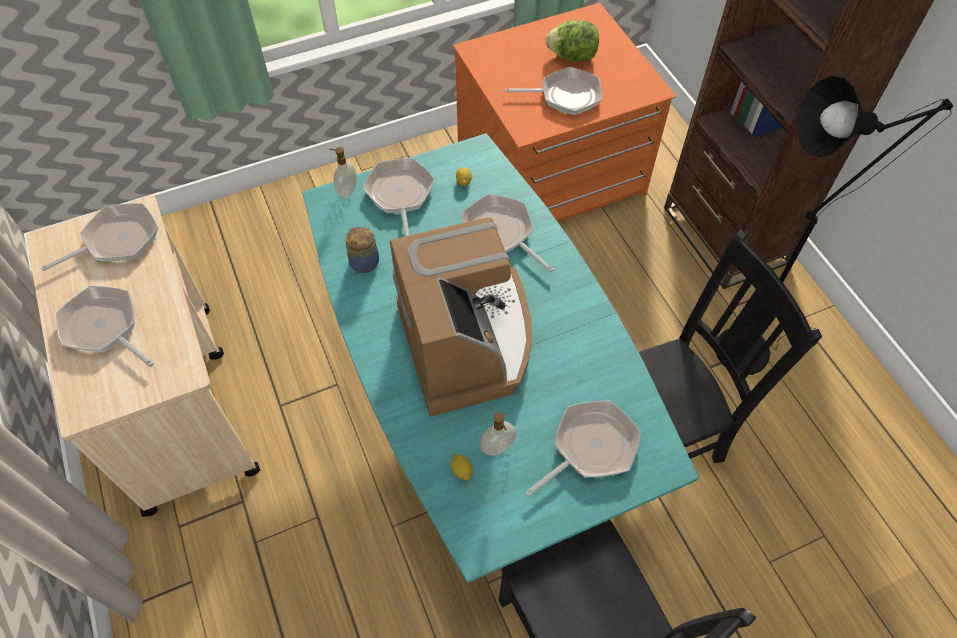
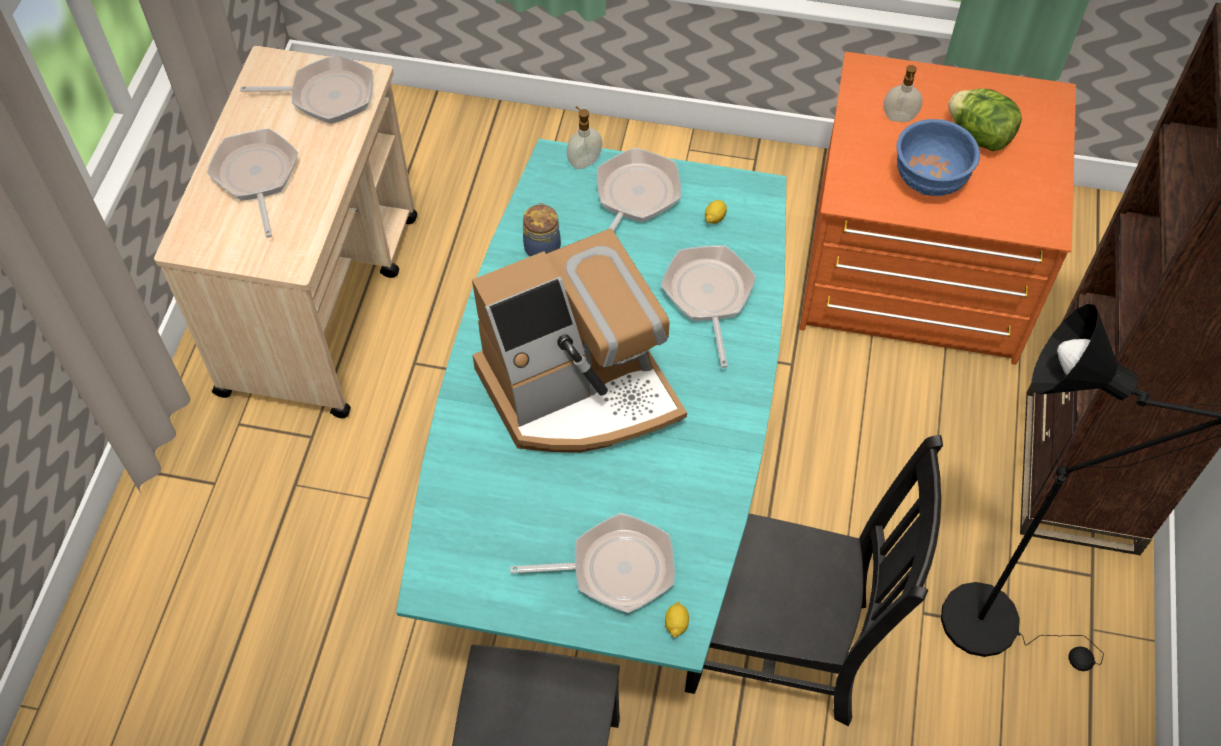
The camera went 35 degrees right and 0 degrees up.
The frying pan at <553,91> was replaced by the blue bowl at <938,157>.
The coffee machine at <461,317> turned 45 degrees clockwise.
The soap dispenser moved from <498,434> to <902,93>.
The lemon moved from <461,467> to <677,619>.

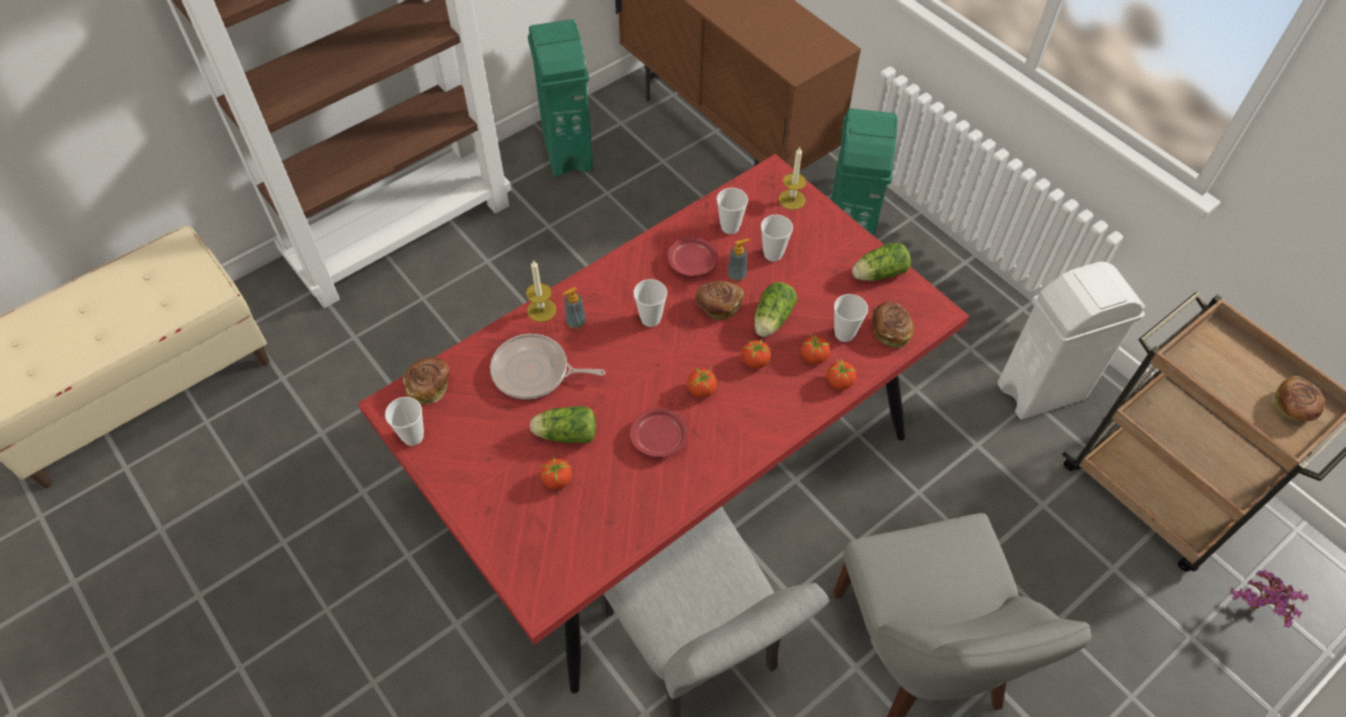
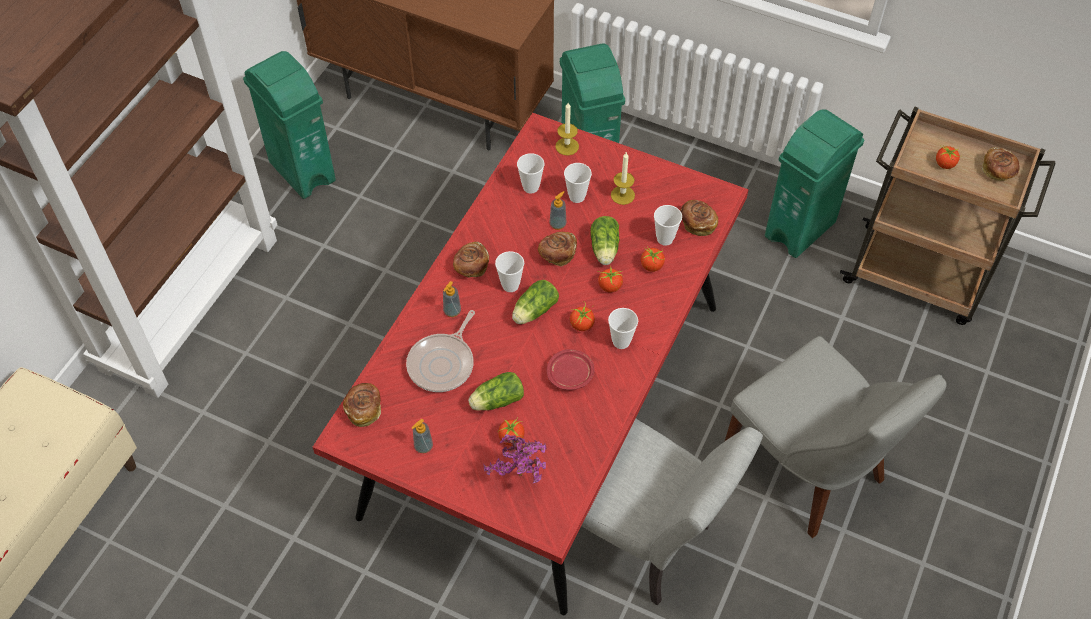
The camera went 25 degrees left and 0 degrees up.
The red plate at <693,256> disappeared.
The lettuce moved from <881,262> to <535,302>.
The candle moved from <541,291> to <623,178>.
The white trash can at <1071,341> became the green trash can at <814,184>.
The frying pan at <547,366> turned 45 degrees counterclockwise.
The tomato moved from <842,374> to <948,157>.
The cup moved from <404,421> to <623,328>.
The potted plant moved from <1269,598> to <515,458>.
The bread at <471,260> appeared.
The soap dispenser at <422,436> appeared.

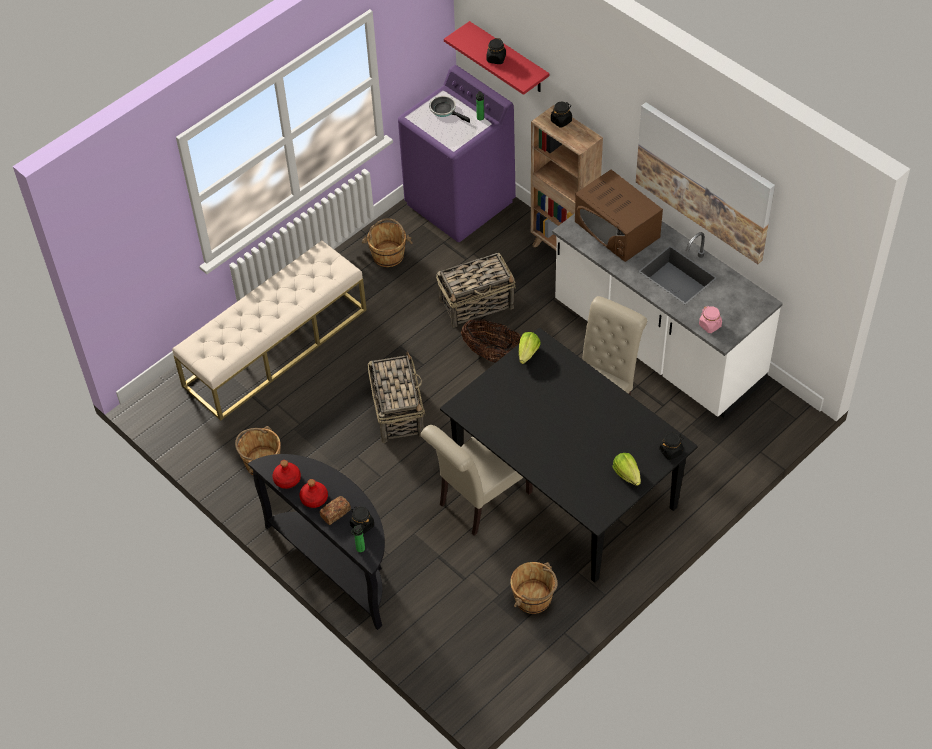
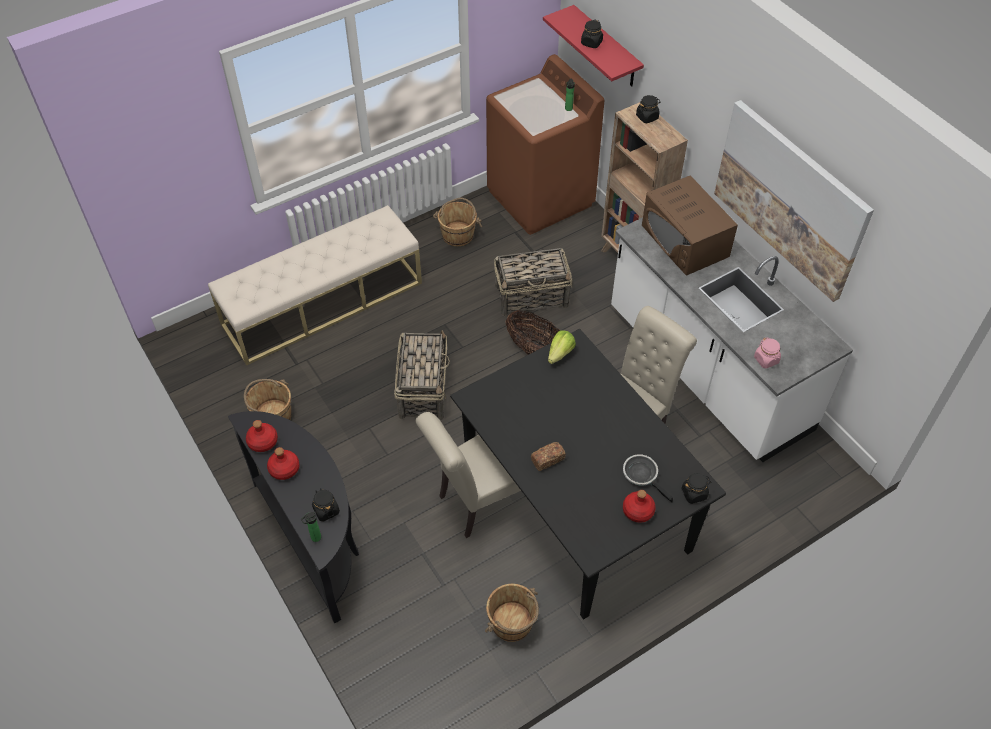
The camera went 10 degrees right and 0 degrees up.
The purple washing machine at <457,153> became the brown washing machine at <545,144>.
The frying pan moved from <449,109> to <648,478>.
The lettuce at <626,469> was replaced by the red bottle at <639,506>.
The bread moved from <335,510> to <548,456>.

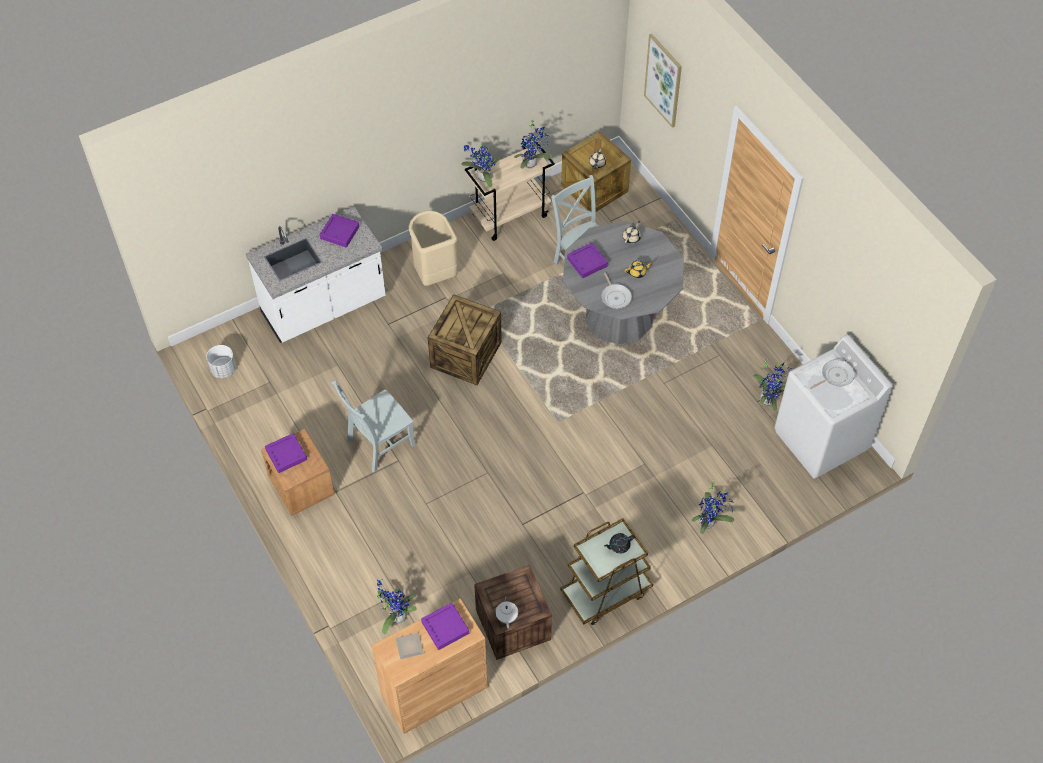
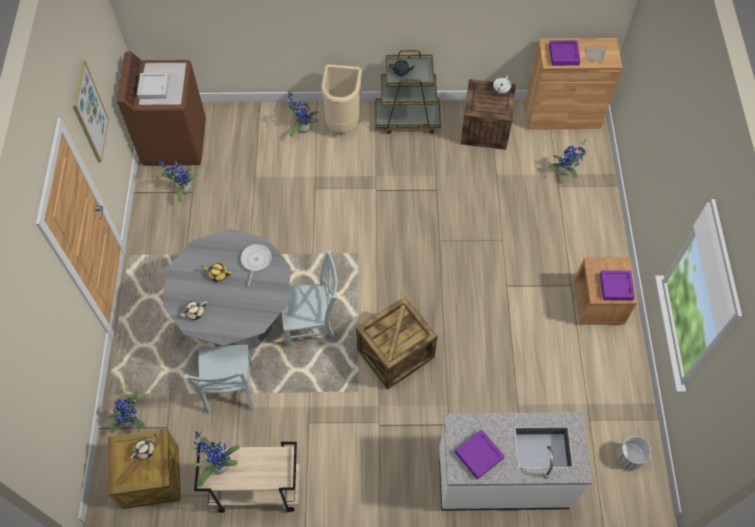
The camera went 150 degrees left and 5 degrees up.
The picture moved from <663,81> to <91,111>.
The potted plant moved from <479,166> to <127,410>.
The beige trash can moved from <433,248> to <341,98>.
The purple tray at <587,260> disappeared.
The white washing machine at <833,407> became the brown washing machine at <161,109>.
The frying pan at <832,374> was replaced by the grey tray at <153,86>.
The grey chair moved from <373,426> to <309,299>.

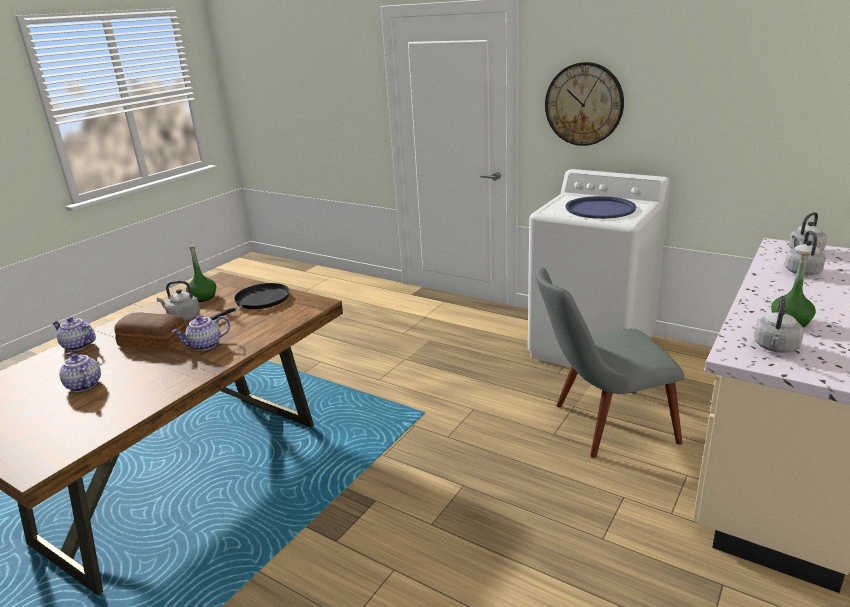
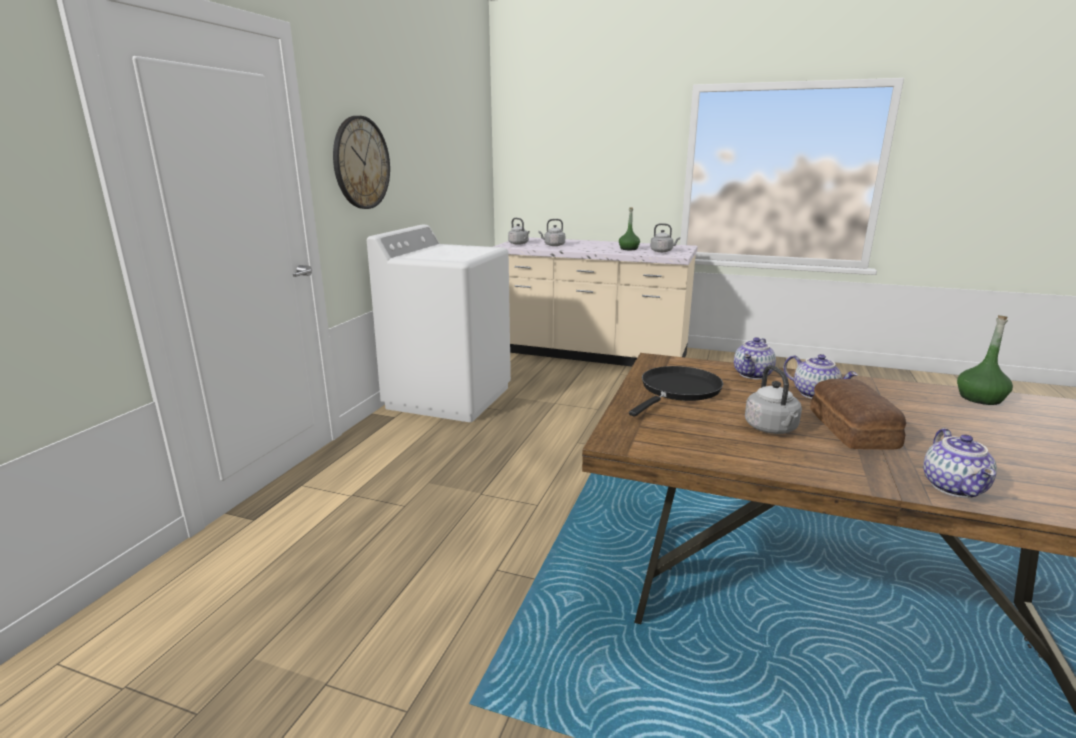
The camera went 105 degrees left and 5 degrees down.
The blue tray at <601,207> disappeared.
The green bottle moved from <201,273> to <985,360>.
The grey chair at <610,362> disappeared.
The black frying pan at <249,301> turned 105 degrees clockwise.
The teapot moved from <80,372> to <755,358>.

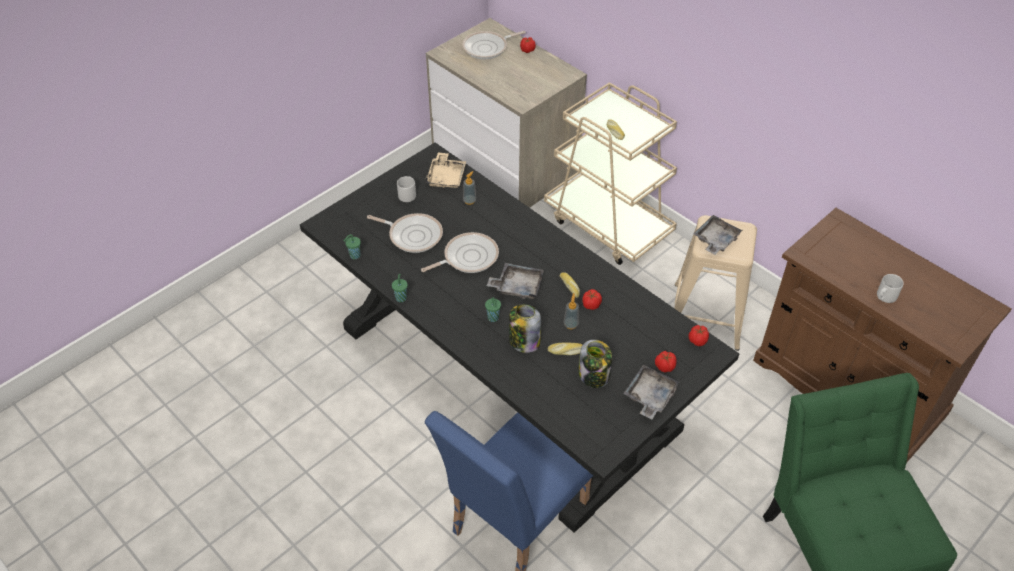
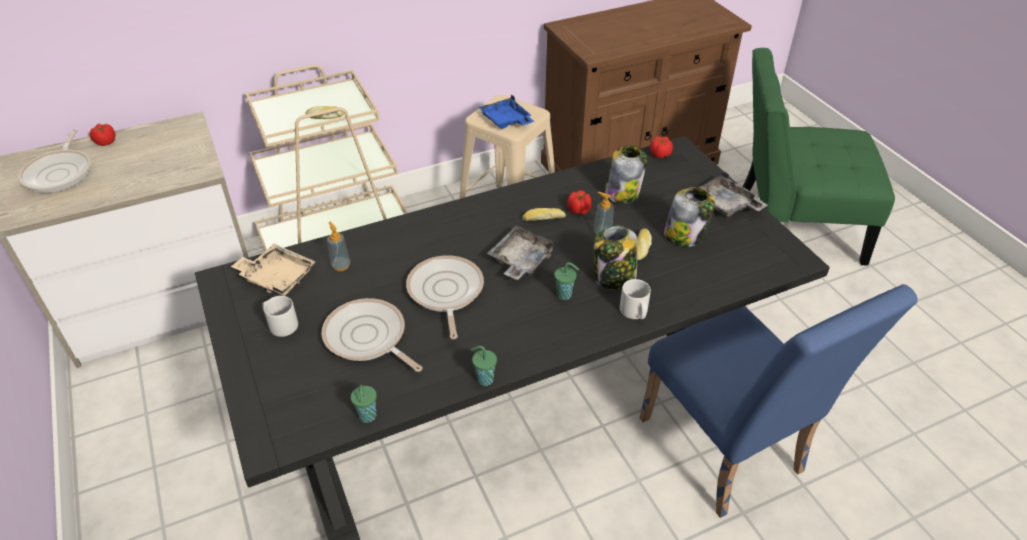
The camera went 70 degrees left and 5 degrees down.
The frying pan at <405,233> turned 90 degrees counterclockwise.
The grey tray at <718,235> became the blue tray at <506,112>.
The grey mug moved from <890,288> to <635,299>.
The tomato at <666,361> disappeared.
The jar at <626,174> appeared.

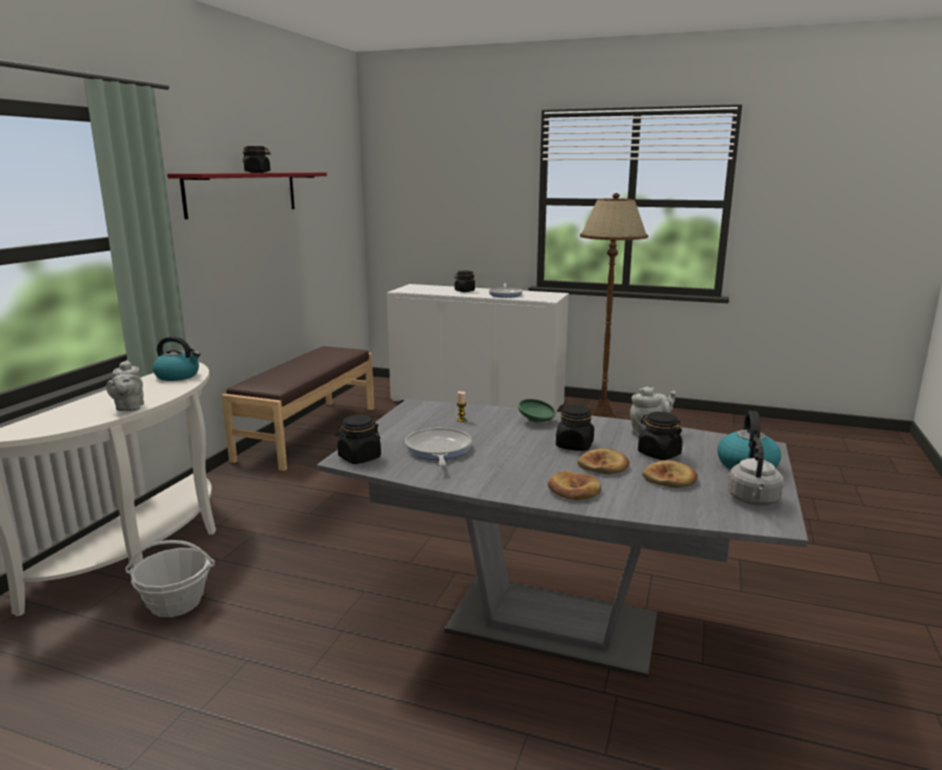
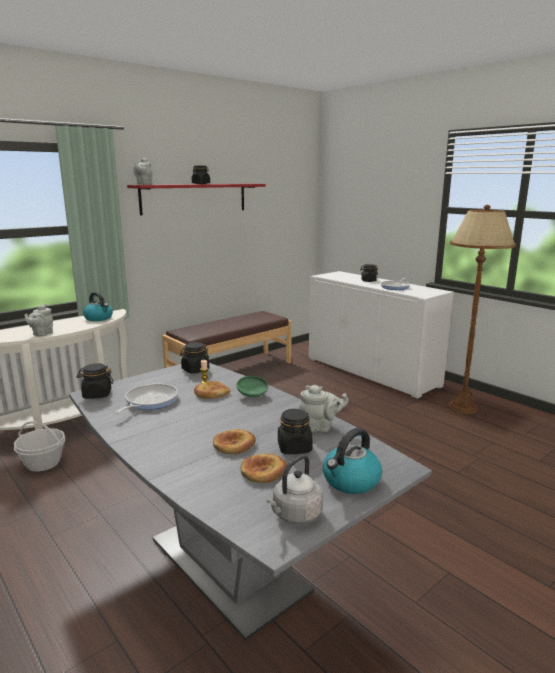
The camera went 30 degrees right and 0 degrees up.
The black jar moved from <575,427> to <194,358>.
The bread moved from <574,485> to <212,390>.
The grey teapot at <142,171> appeared.

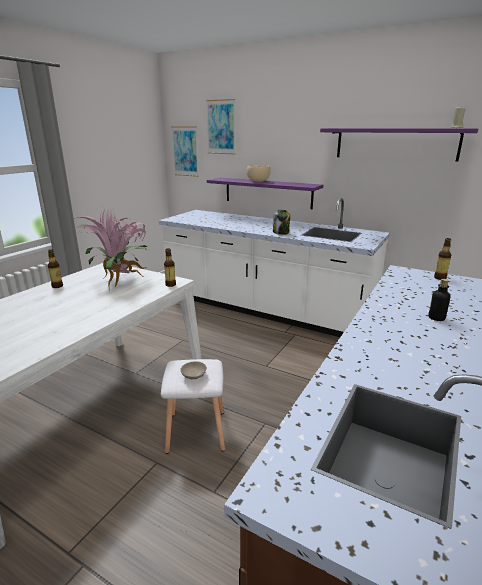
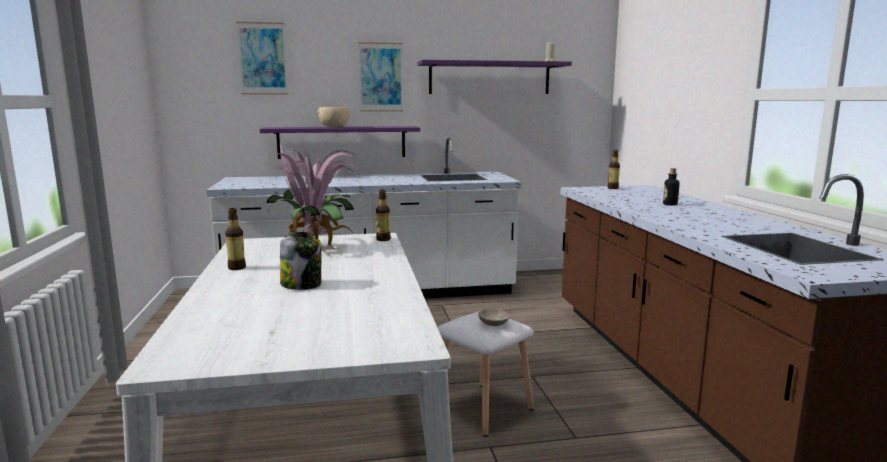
The camera went 40 degrees left and 10 degrees down.
The picture moved from <185,152> to <380,77>.
The jar moved from <281,222> to <300,261>.

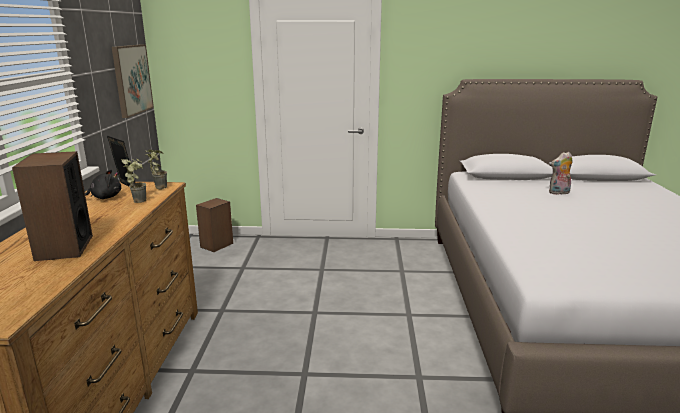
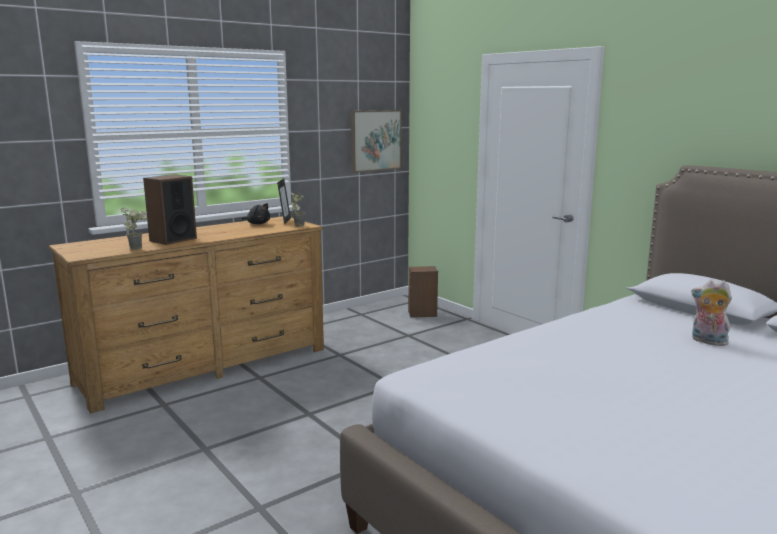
The camera went 50 degrees right and 5 degrees down.
The potted plant moved from <133,181> to <134,229>.

